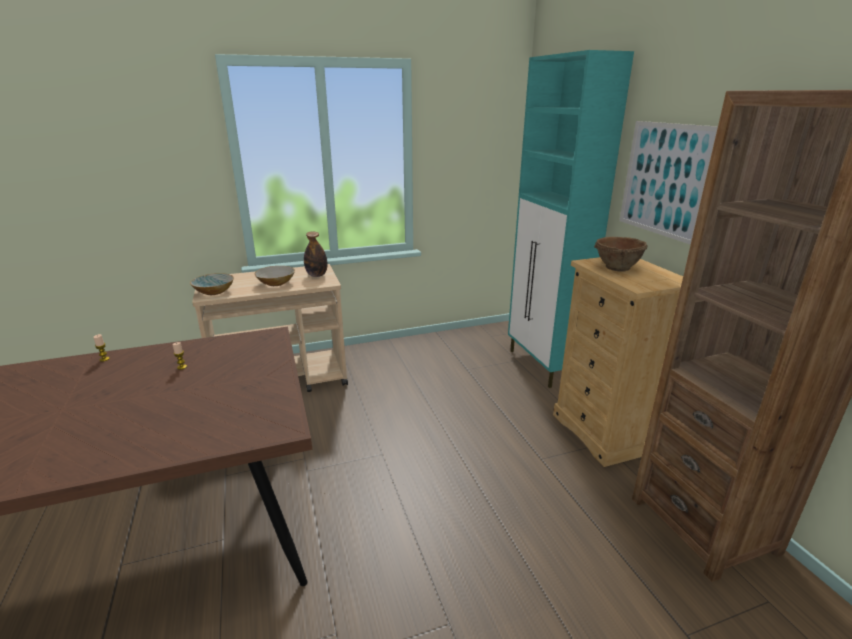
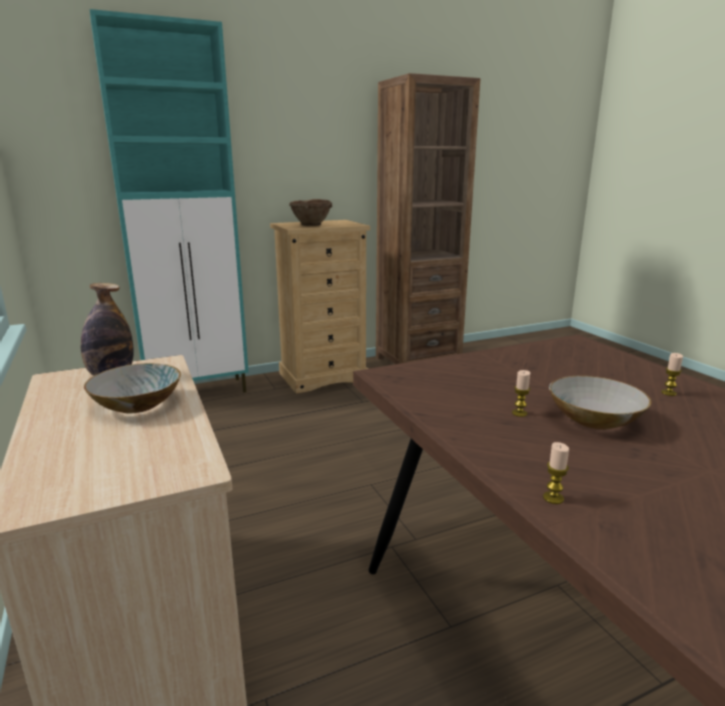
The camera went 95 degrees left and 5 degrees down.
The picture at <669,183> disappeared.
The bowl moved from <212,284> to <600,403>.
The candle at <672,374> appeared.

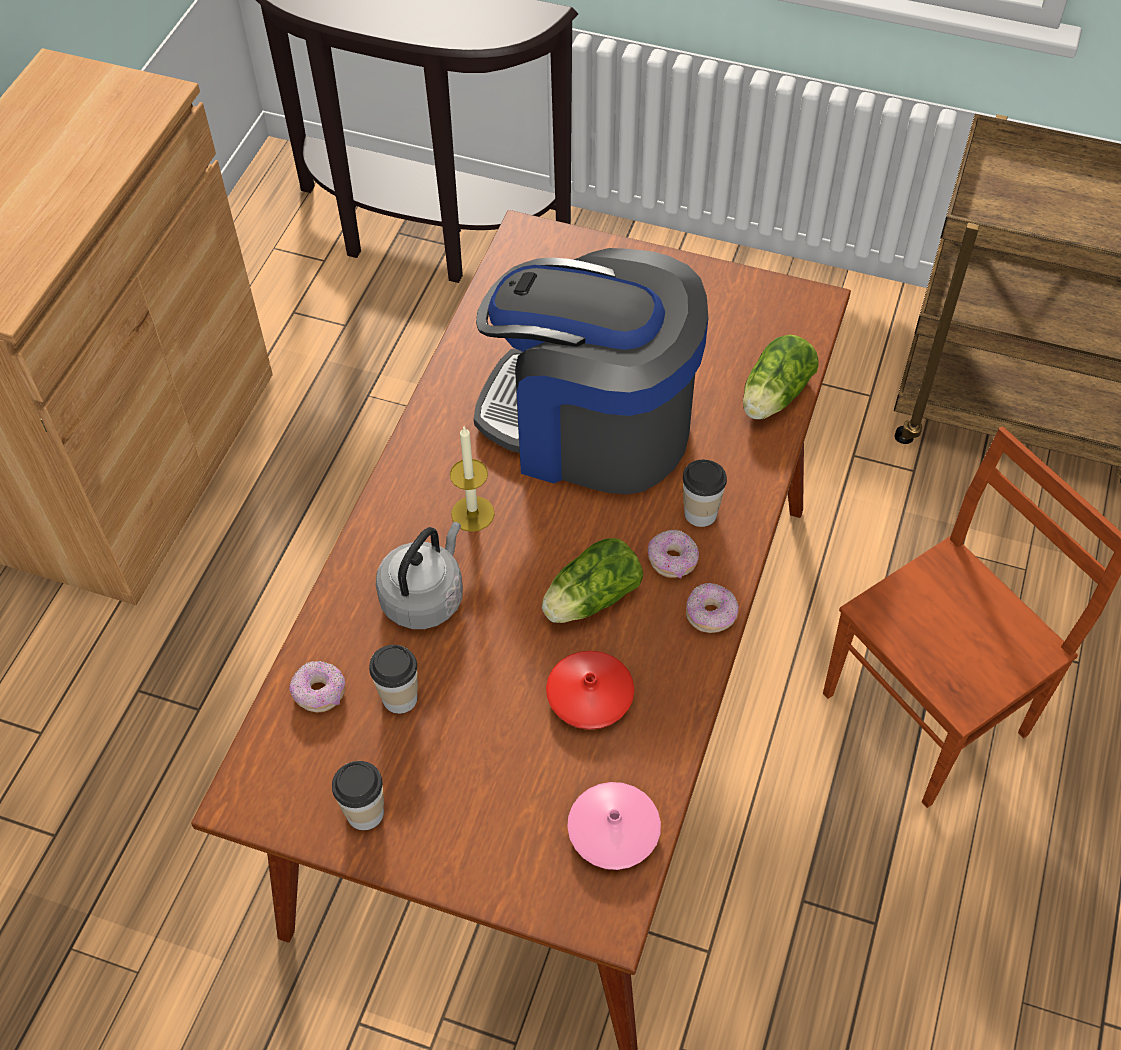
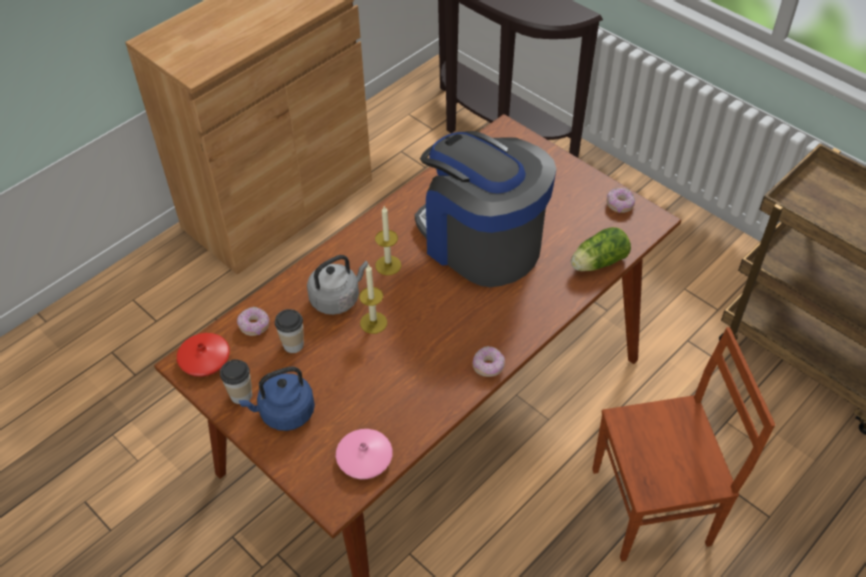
The camera went 25 degrees right and 5 degrees down.
The cup at <705,493> disappeared.
The donut moved from <673,553> to <621,200>.
The lettuce at <592,580> disappeared.
The red vase moved from <590,690> to <203,355>.
The candle at <373,299> appeared.
The blue kettle at <277,398> appeared.

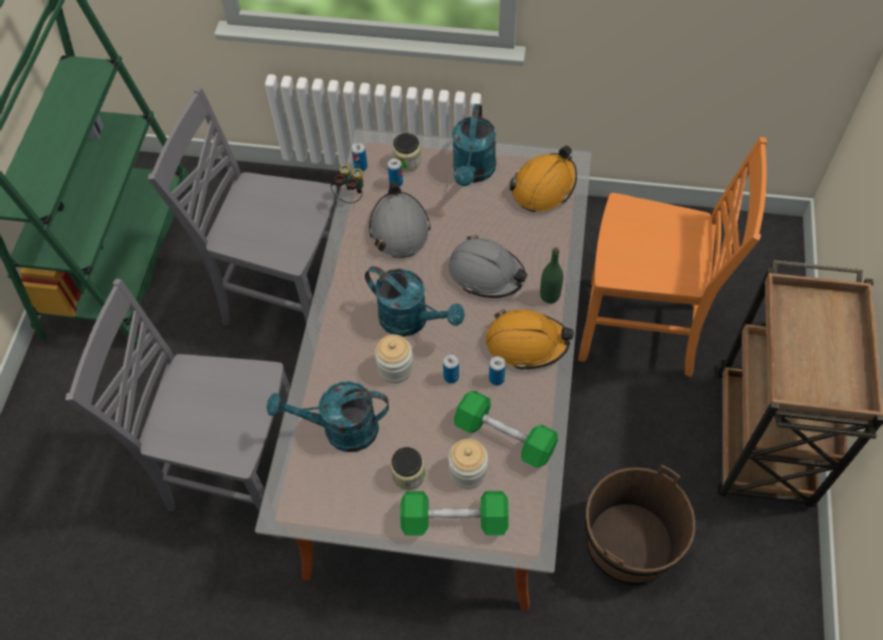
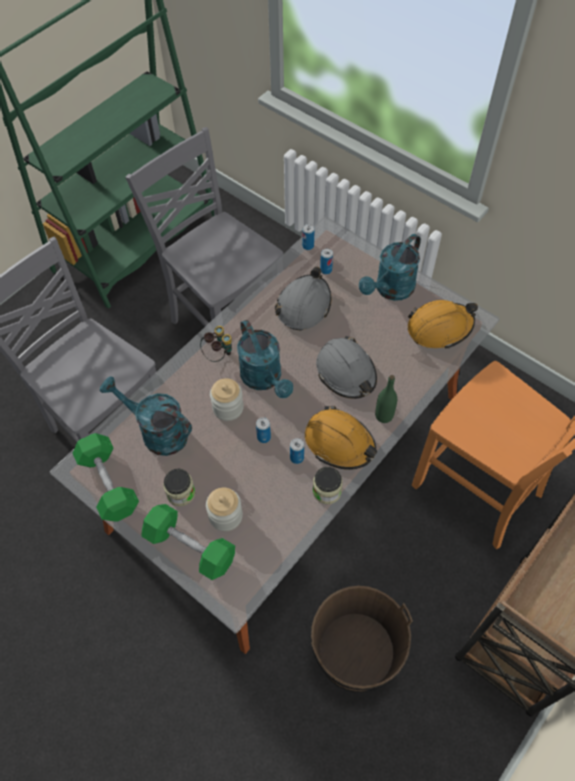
The camera went 30 degrees right and 0 degrees up.
The jar moved from <407,152> to <328,485>.
The binoculars moved from <347,184> to <216,344>.
The green dumbbell moved from <506,429> to <106,477>.

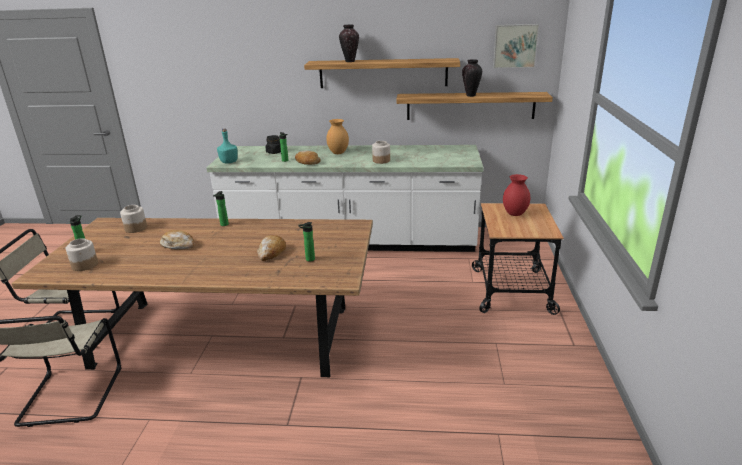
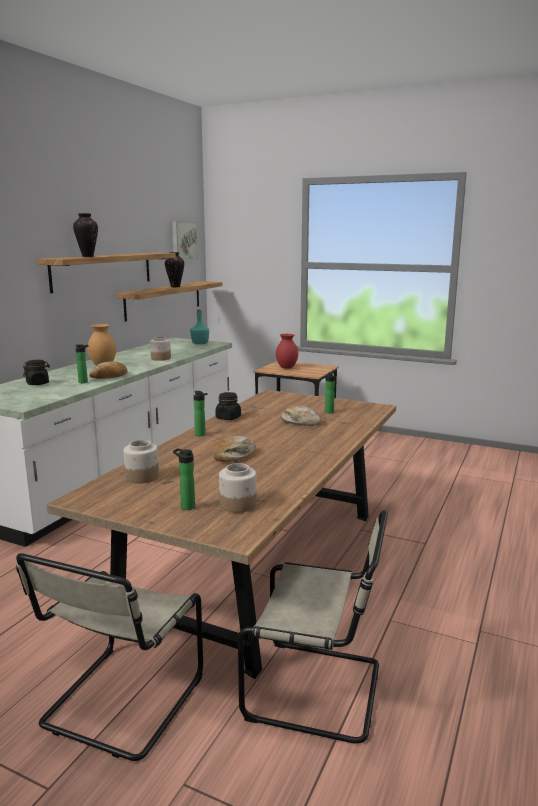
The camera went 70 degrees left and 10 degrees down.
The turquoise bottle moved from <227,146> to <199,327>.
The black jar at <228,406> appeared.

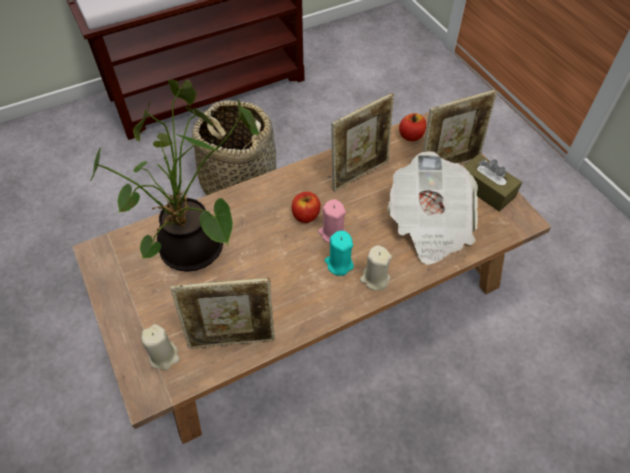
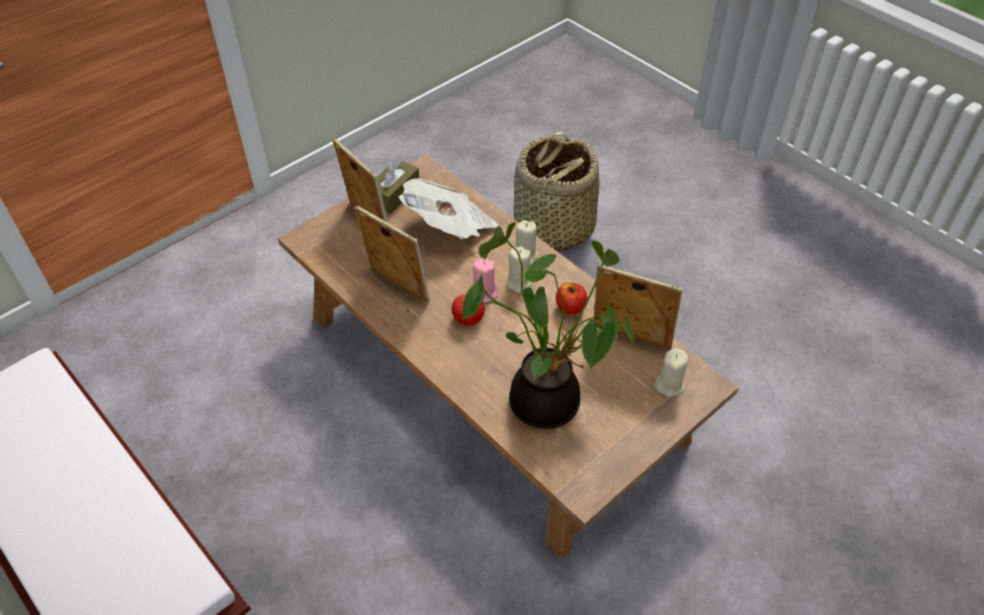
The camera went 105 degrees left and 5 degrees down.
The basket moved from <234,147> to <556,191>.
The apple moved from <412,127> to <572,298>.
The turquoise candle at <339,253> became the beige candle at <519,269>.
The picture frame at <223,313> turned 45 degrees counterclockwise.

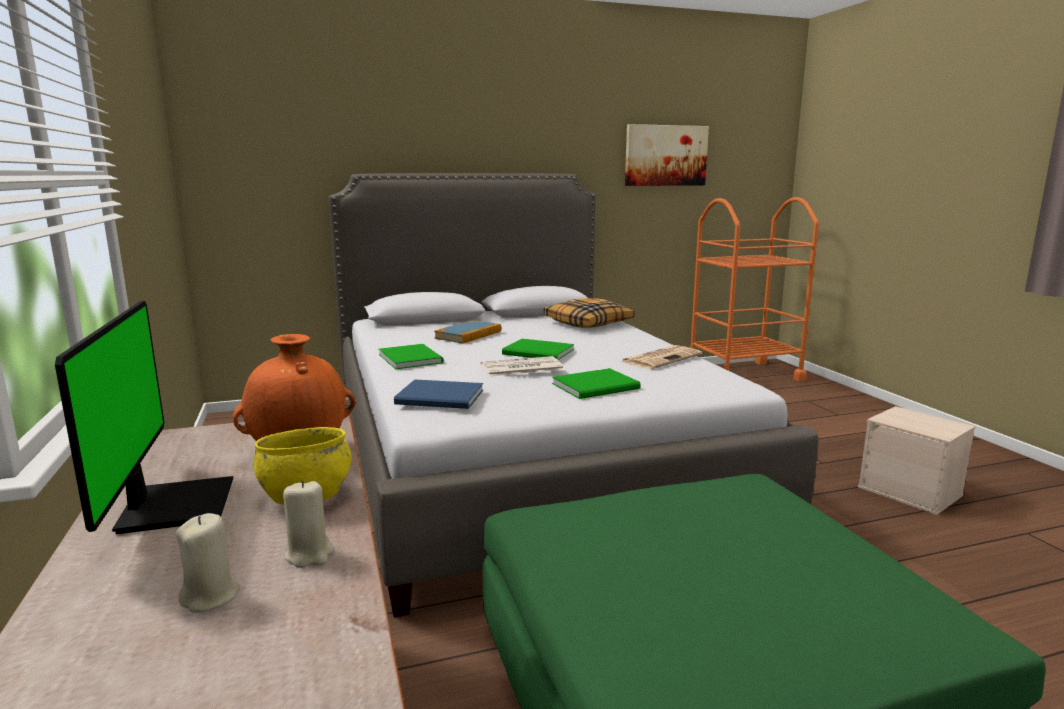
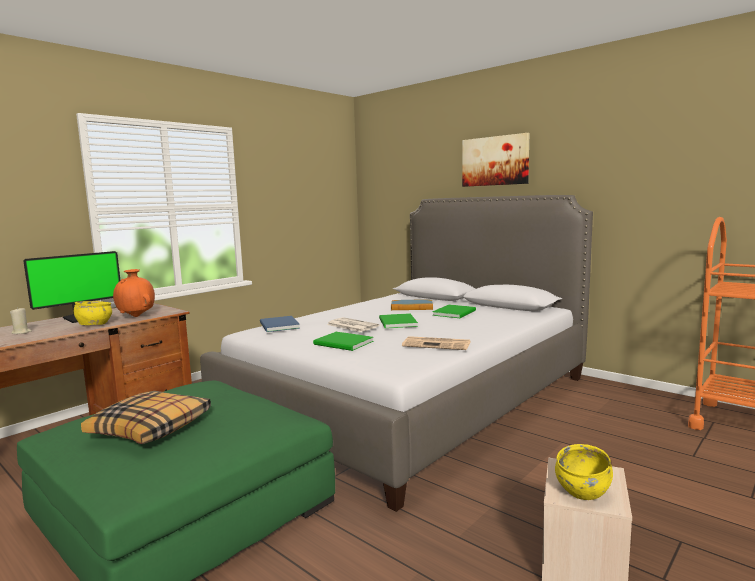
The camera went 60 degrees right and 5 degrees down.
The picture moved from <667,155> to <495,160>.
The pillow moved from <589,313> to <146,417>.
The green book moved from <411,356> to <454,311>.
The beige candle at <308,524> disappeared.
The yellow bowl at <584,472> appeared.

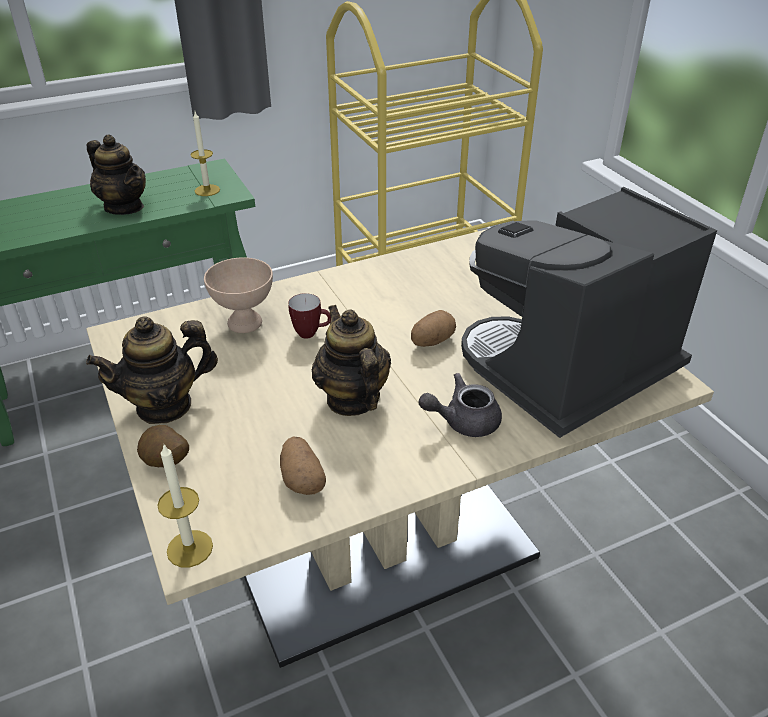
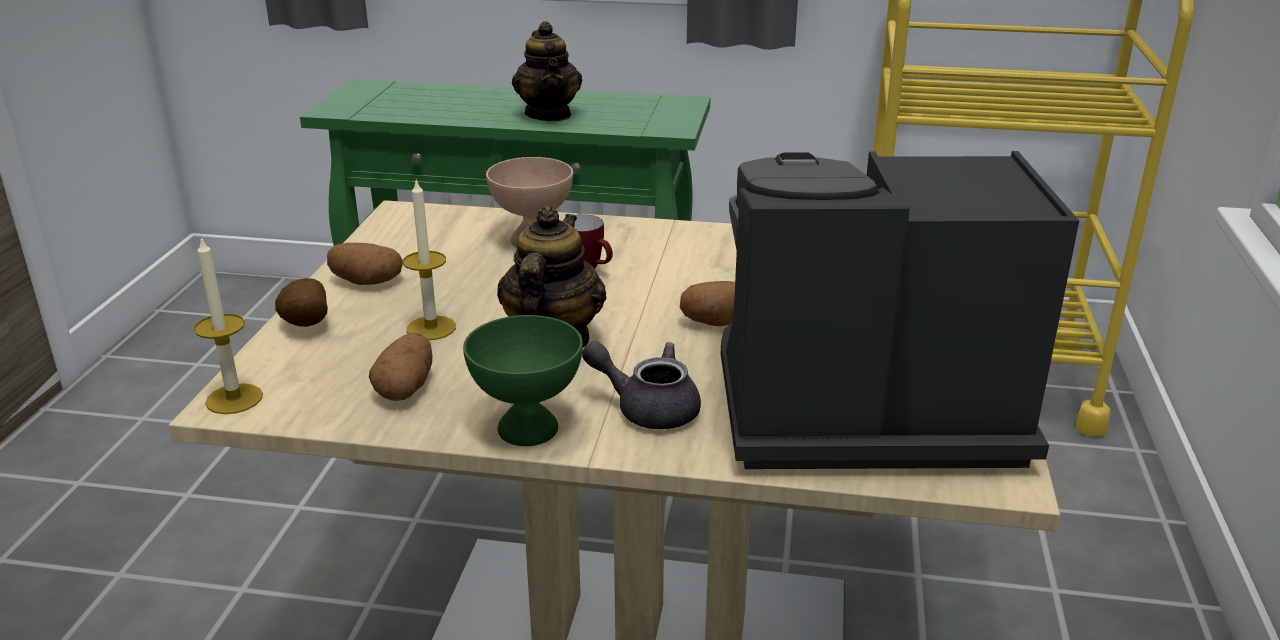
The camera went 35 degrees right and 10 degrees down.
The candle moved from <205,154> to <429,259>.
The teapot at <152,370> was replaced by the potato at <365,264>.
The green bowl at <523,380> appeared.

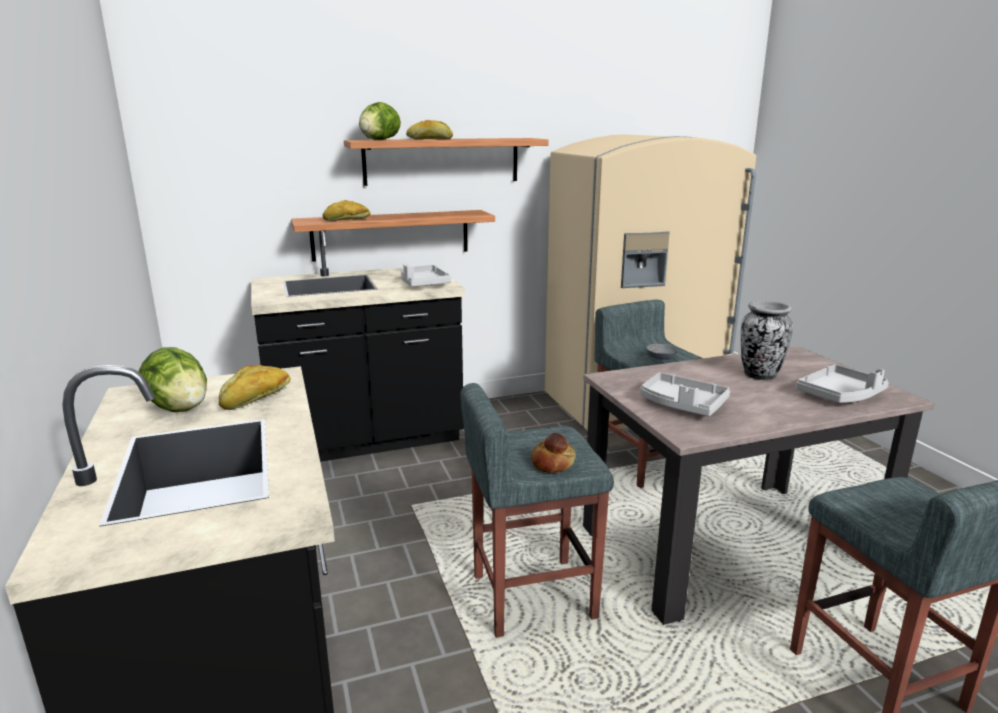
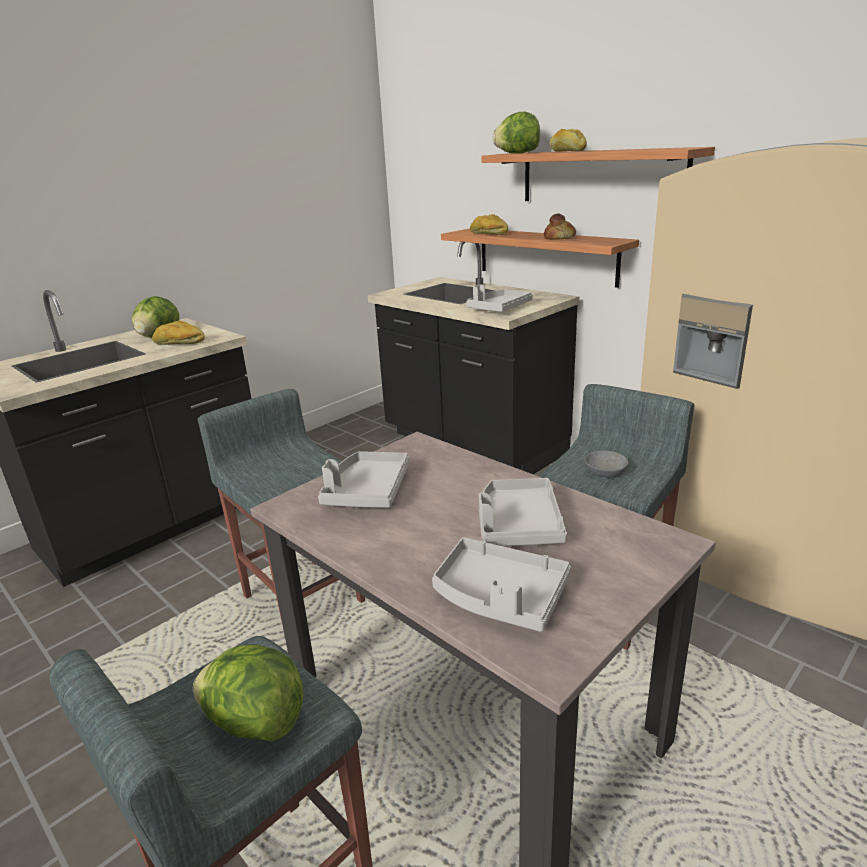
The camera went 65 degrees right and 5 degrees up.
The vase at <767,340> was replaced by the grey tray at <523,512>.
The bread moved from <553,453> to <560,226>.
The lettuce at <248,693> appeared.

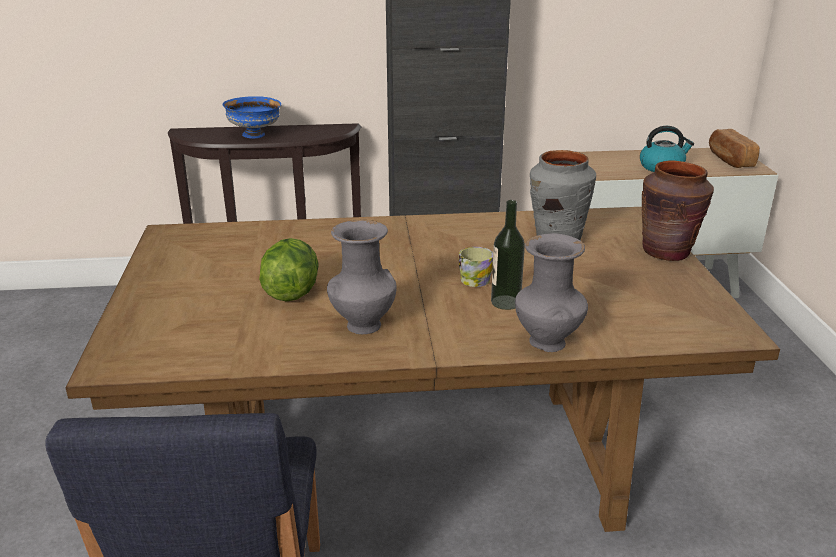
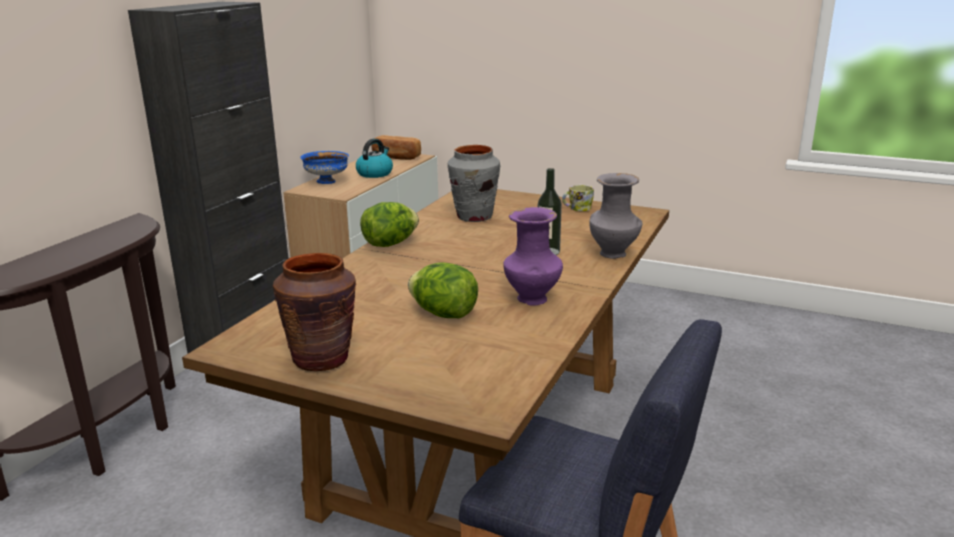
The camera went 60 degrees left and 5 degrees down.
The blue bowl moved from <252,117> to <324,167>.
The brown vase moved from <678,210> to <314,312>.
The grey vase at <362,277> became the purple vase at <533,256>.
The mug moved from <475,267> to <578,198>.
The lettuce at <389,224> appeared.

